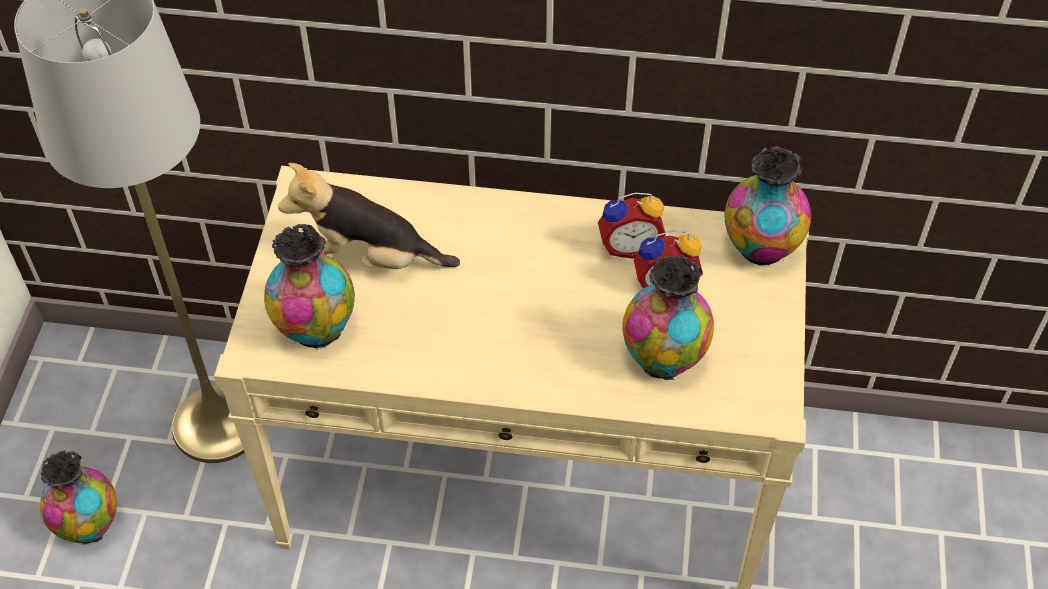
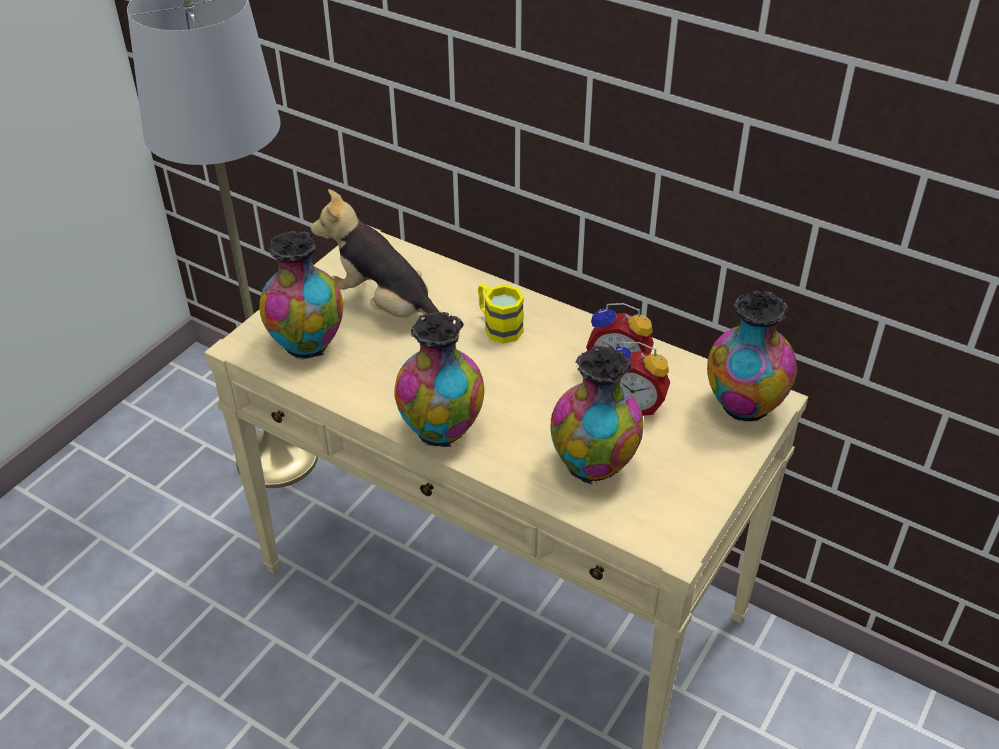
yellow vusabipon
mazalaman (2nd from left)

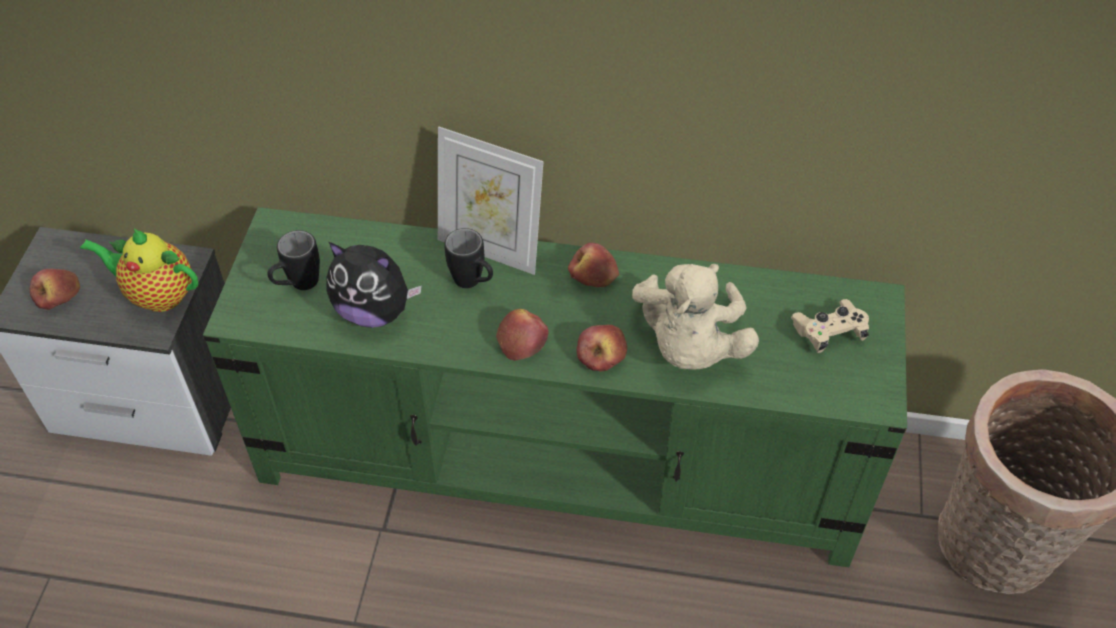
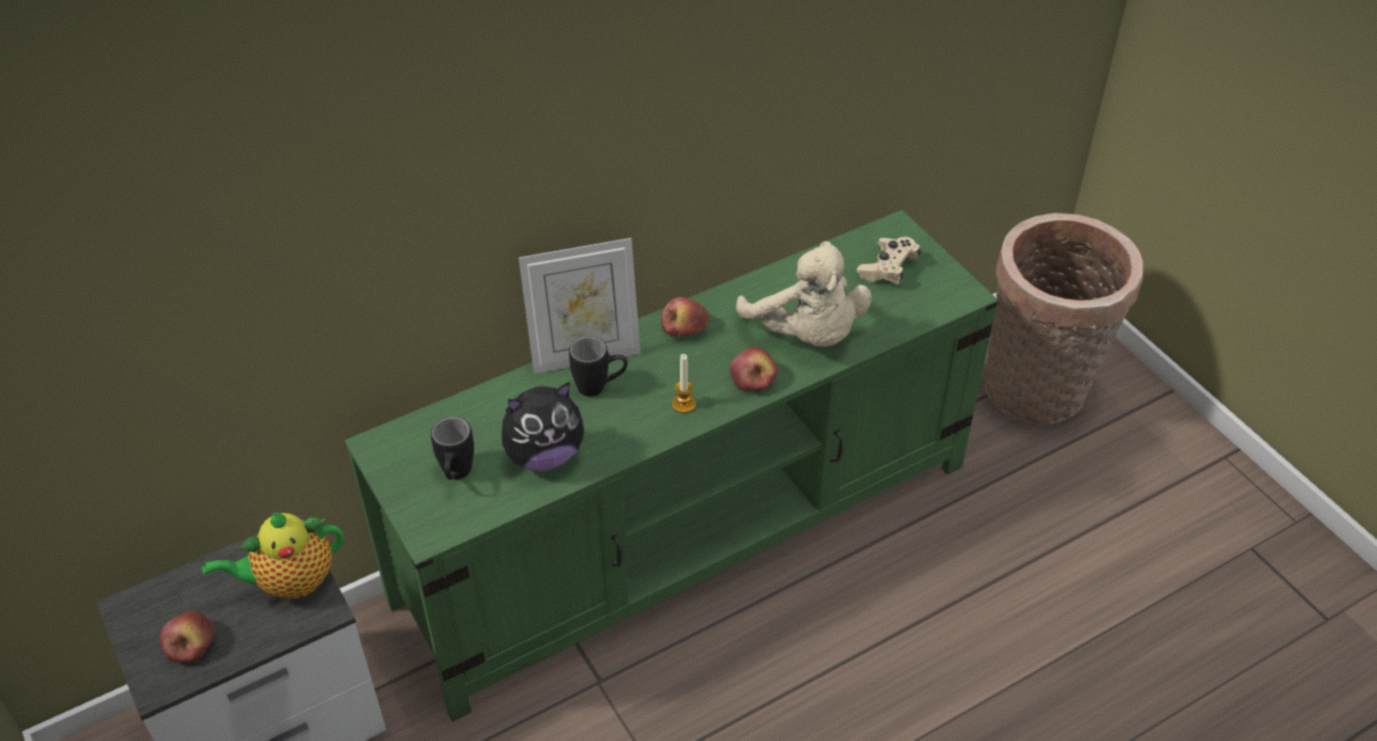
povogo

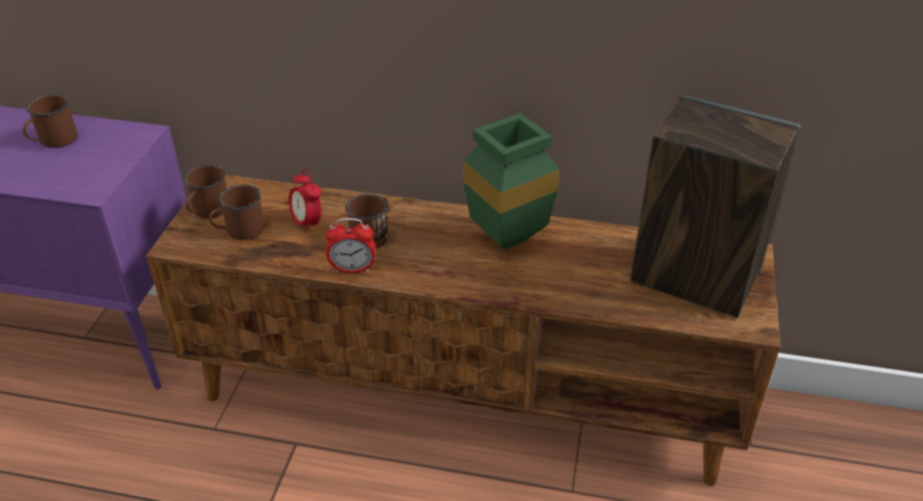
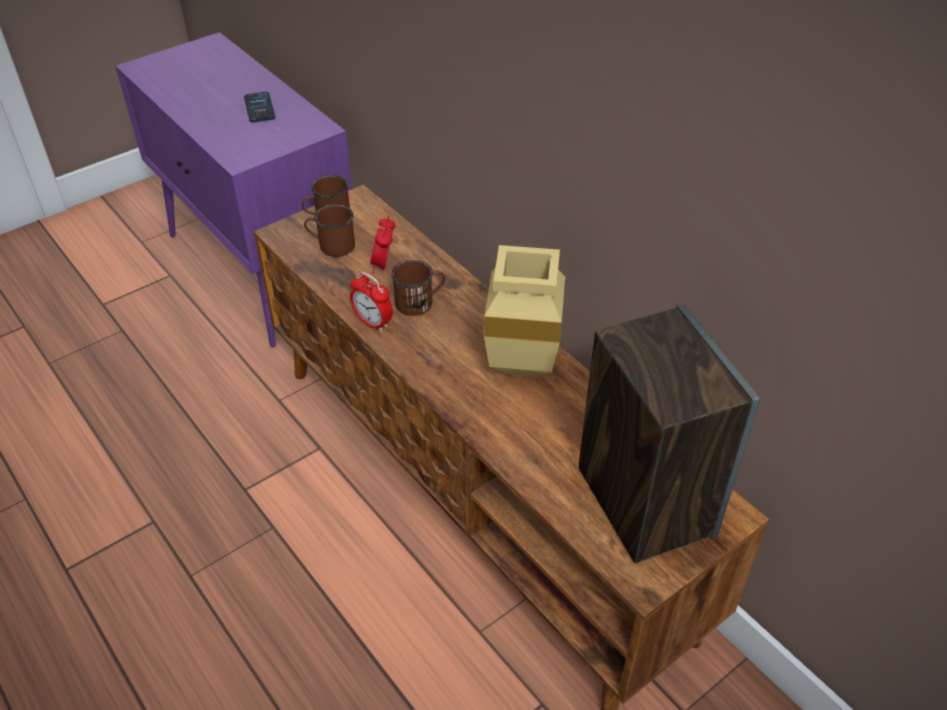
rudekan
beige mazalaman

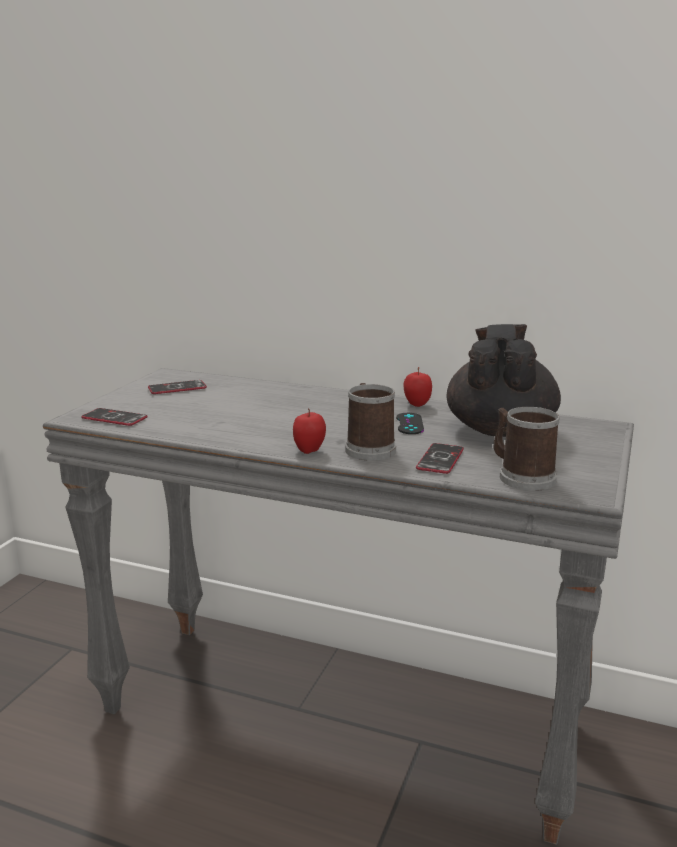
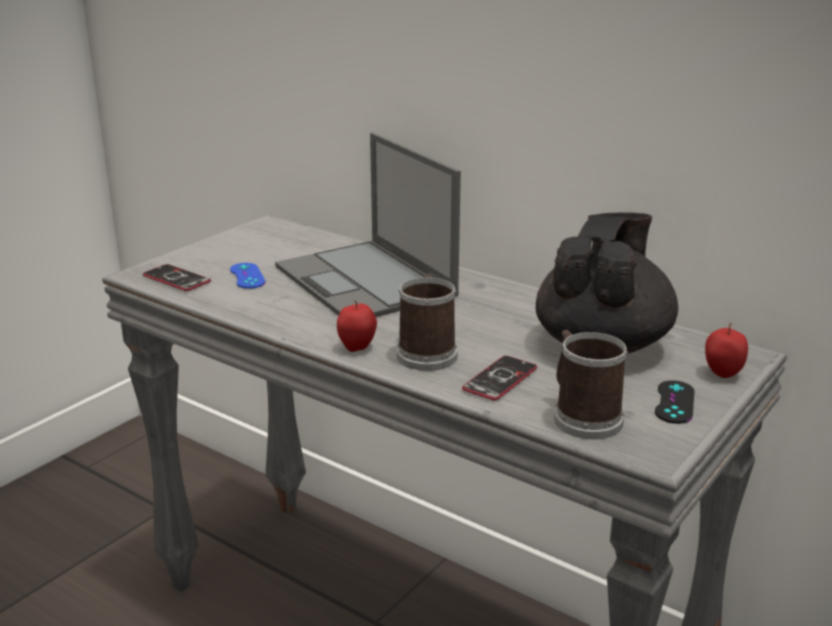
rudekan (2nd from left in the first image)
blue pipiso
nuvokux
black pipiso
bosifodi (2nd from left)

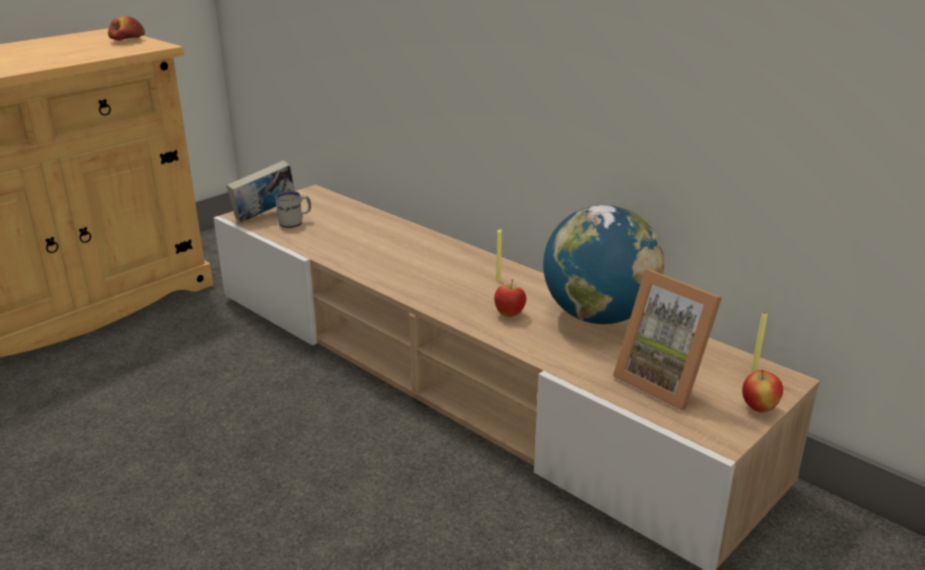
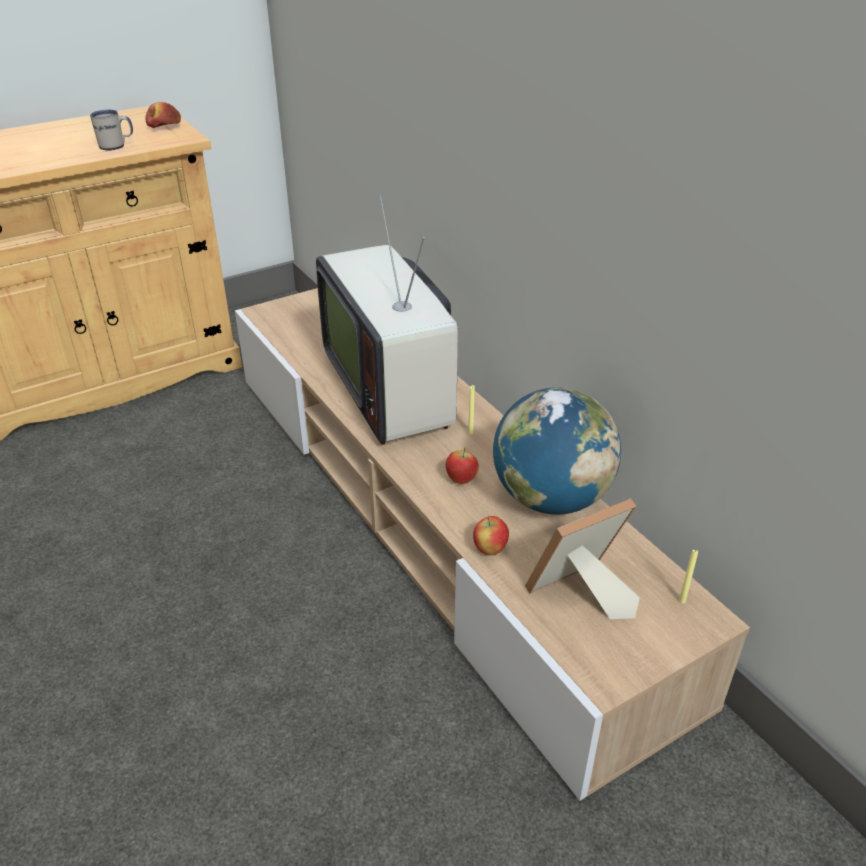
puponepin
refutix
white vusabipon
bosifodi (3rd from left)
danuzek

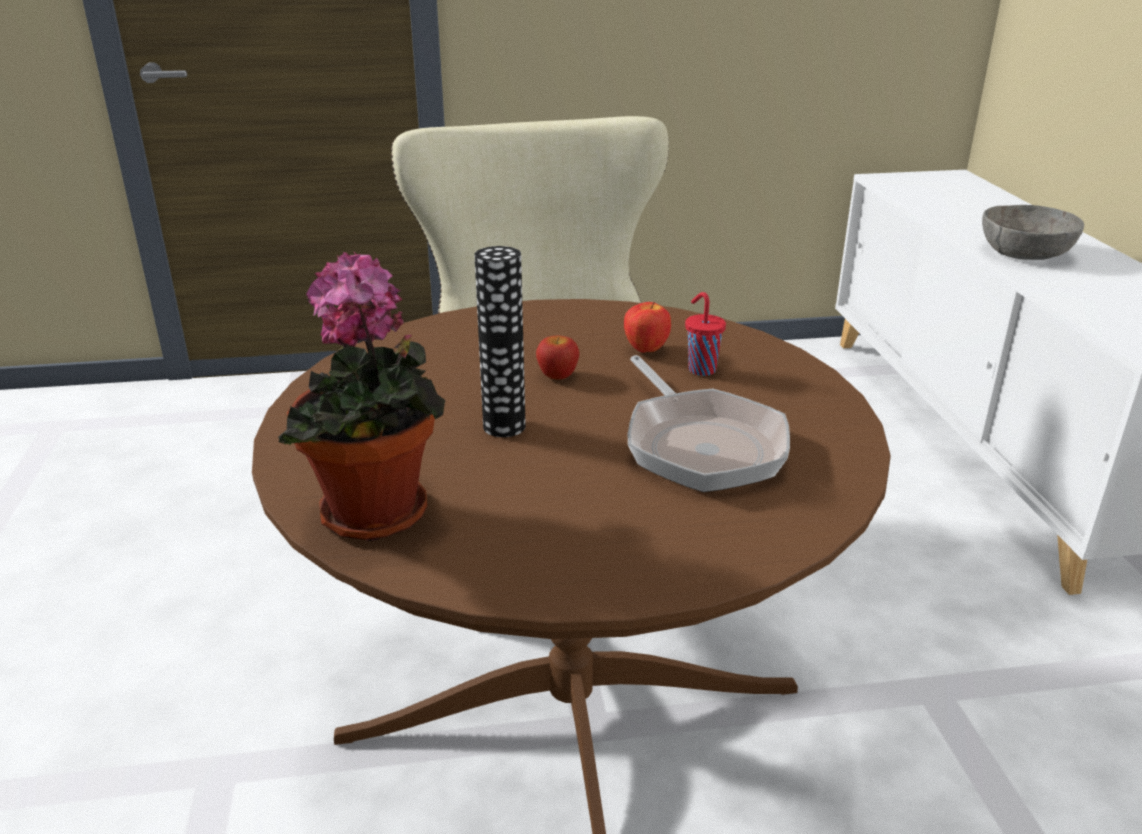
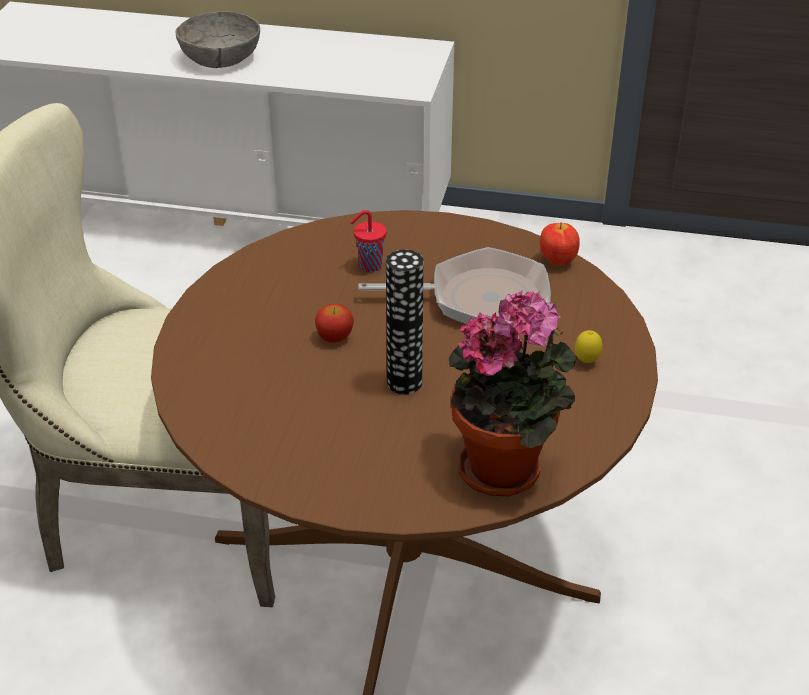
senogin
bosifodi (2nd from left)

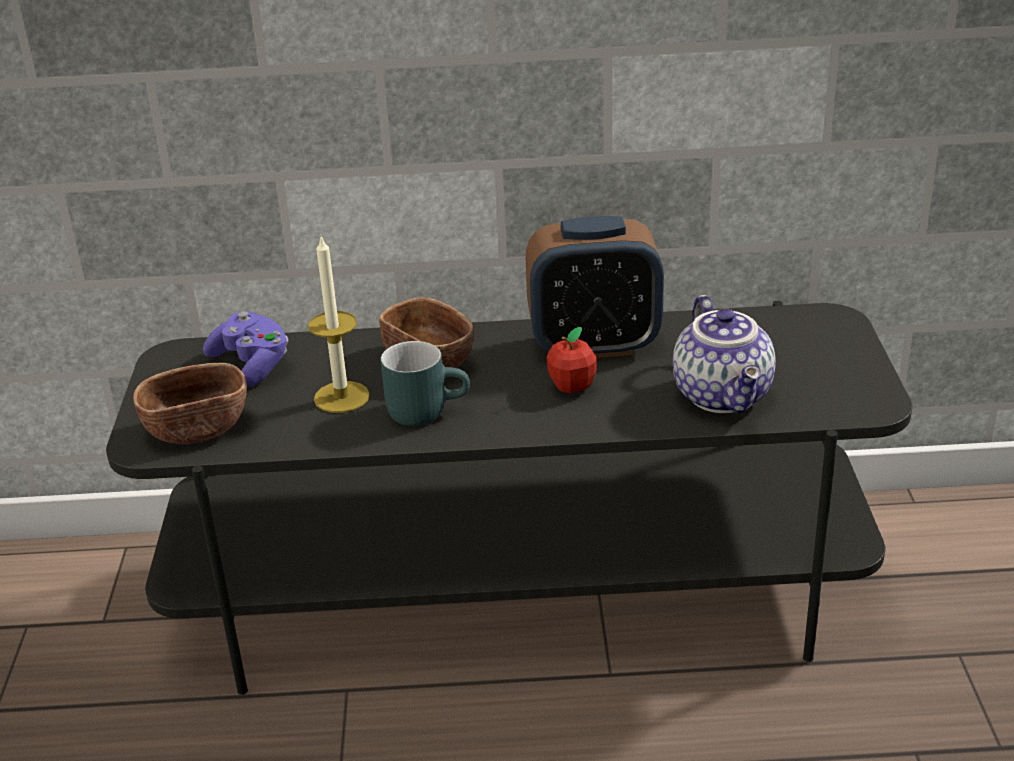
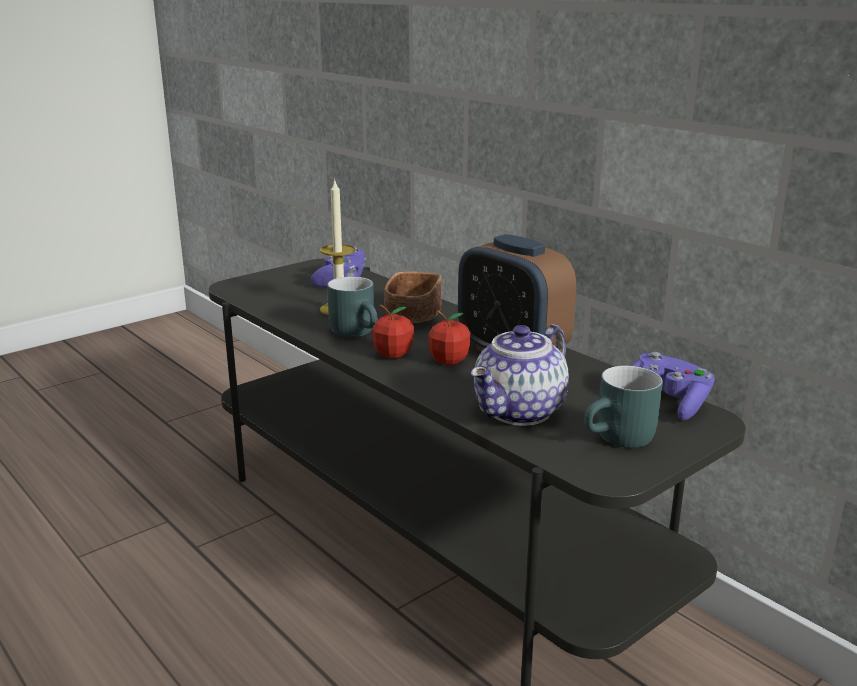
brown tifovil (1st from left in the first image)
bosifodi (1st from left)
turquoise vusabipon (2nd from left)
purple pipiso (2nd from left)

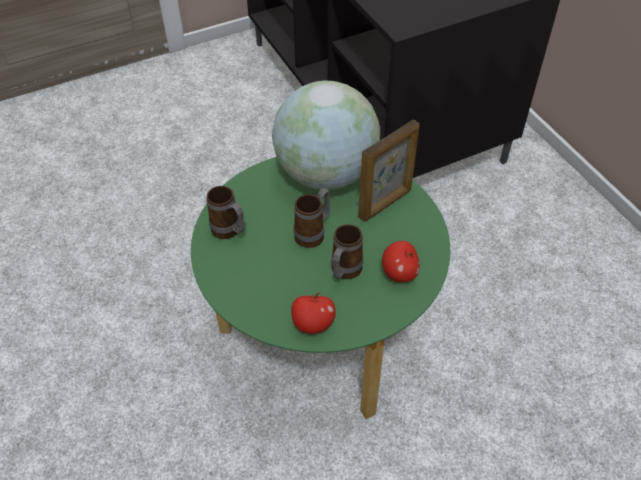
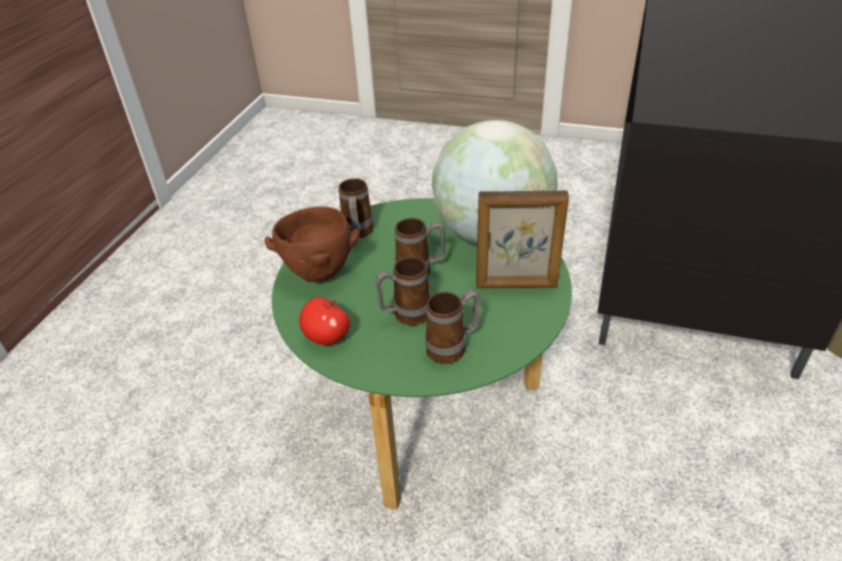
brown tifovil
vusabipon (4th from left)

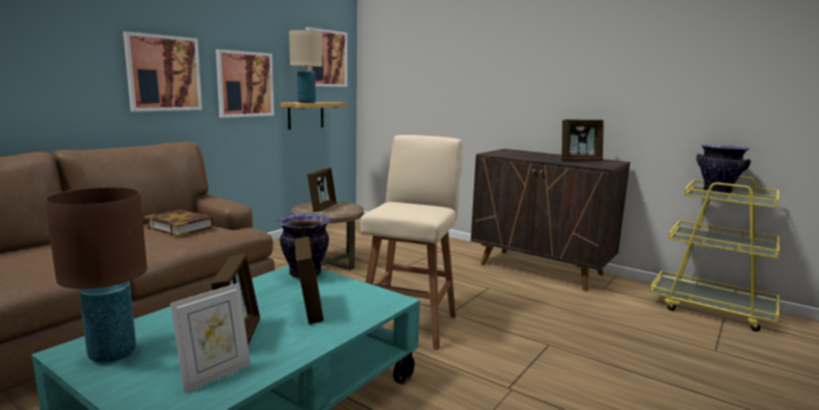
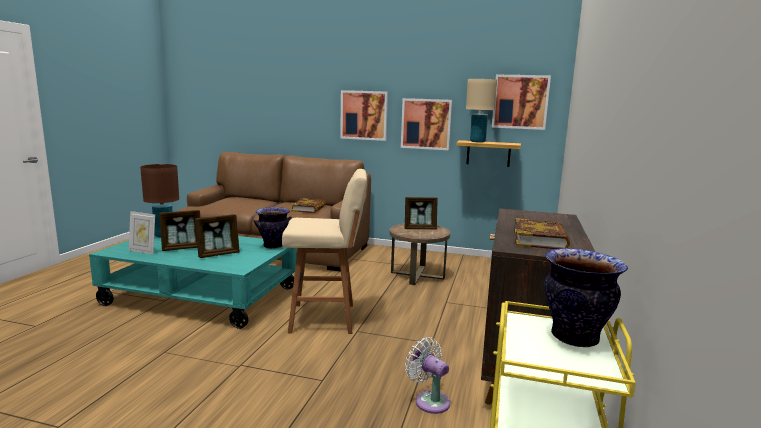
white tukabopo
puponepin (2nd from left)

